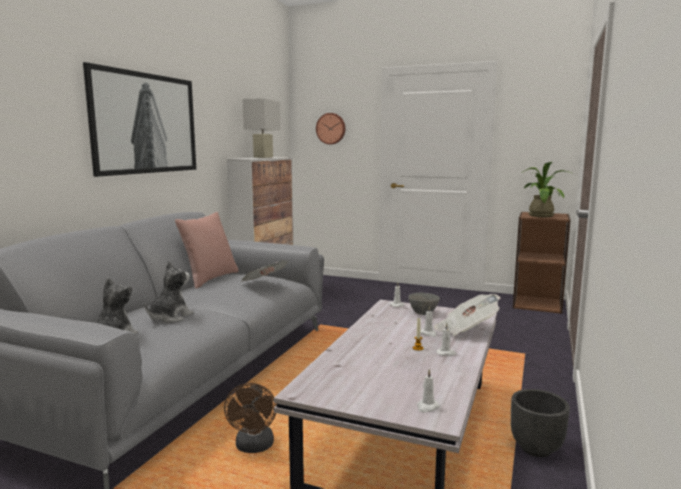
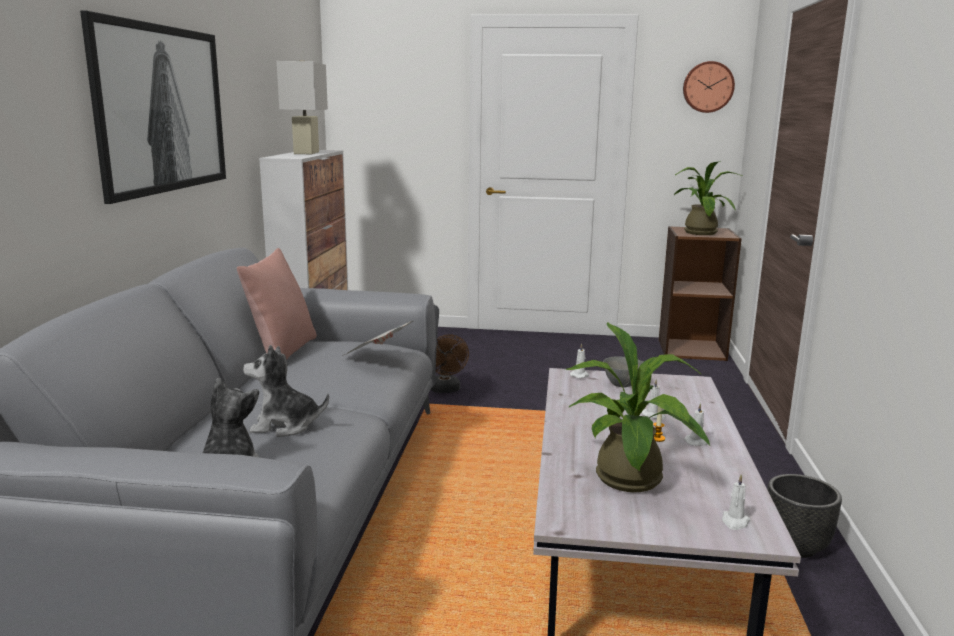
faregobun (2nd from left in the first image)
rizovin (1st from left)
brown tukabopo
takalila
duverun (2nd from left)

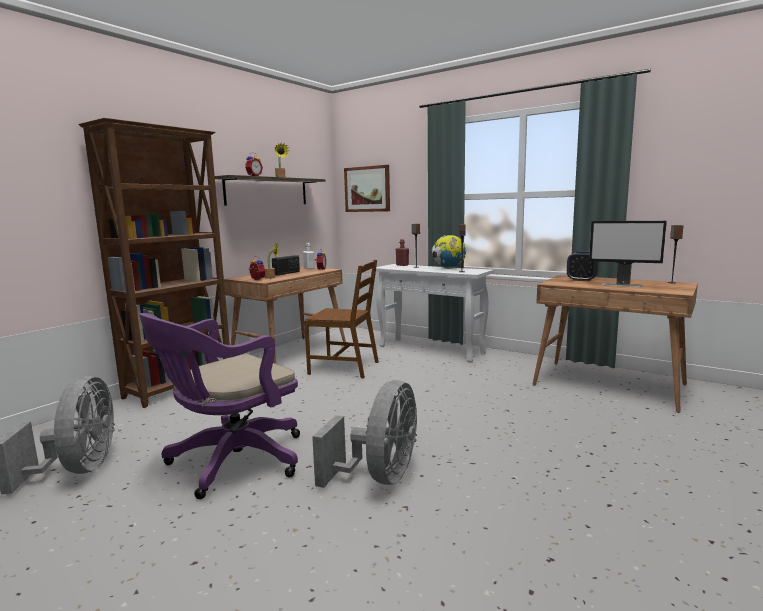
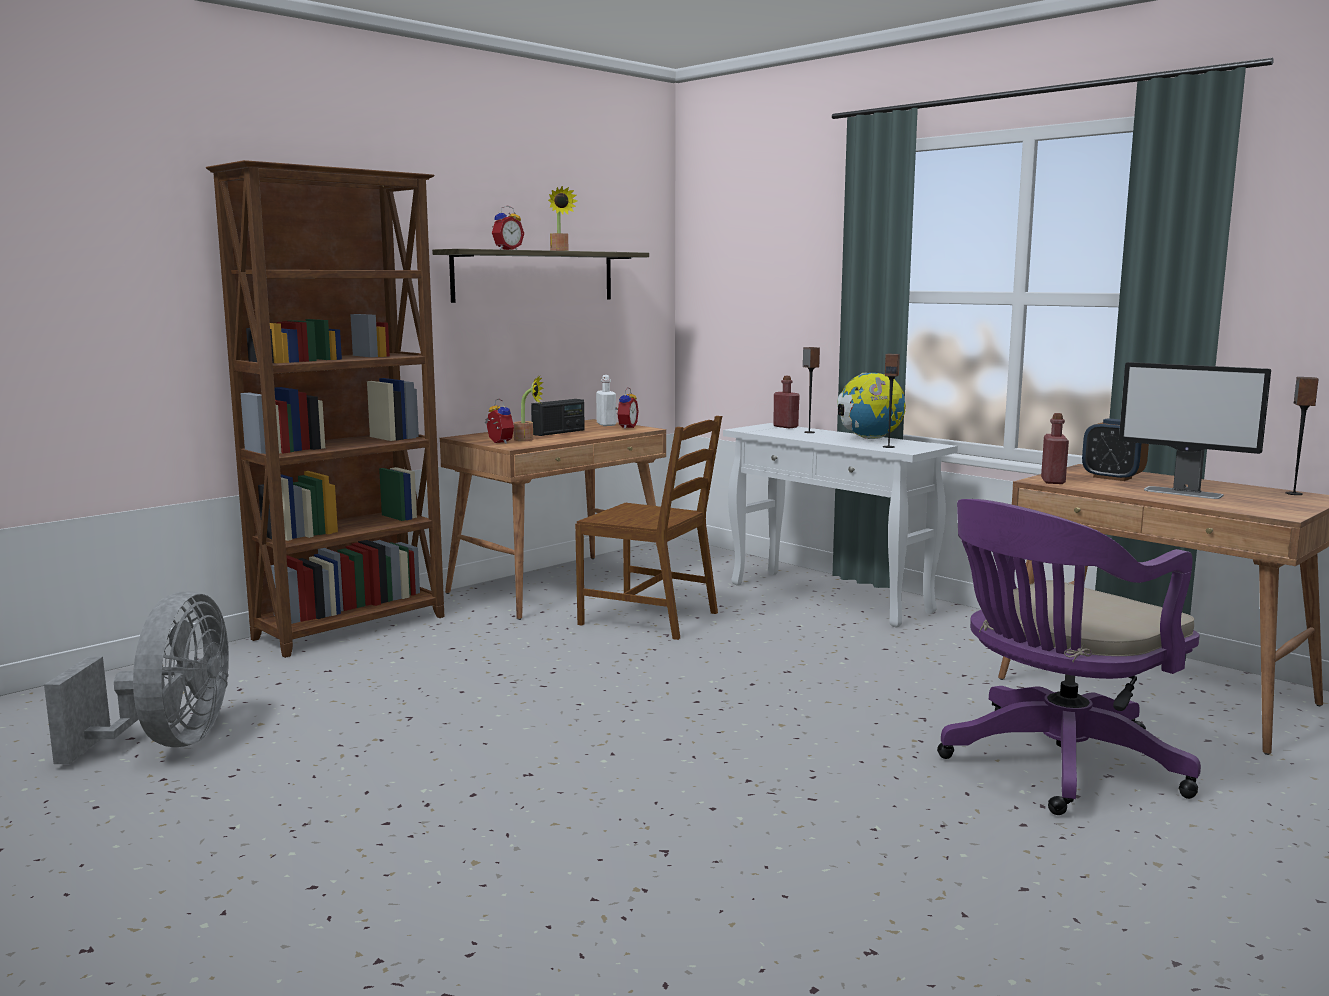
grey tukabopo (2nd from left in the first image)
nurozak
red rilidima (2nd from left)
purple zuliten

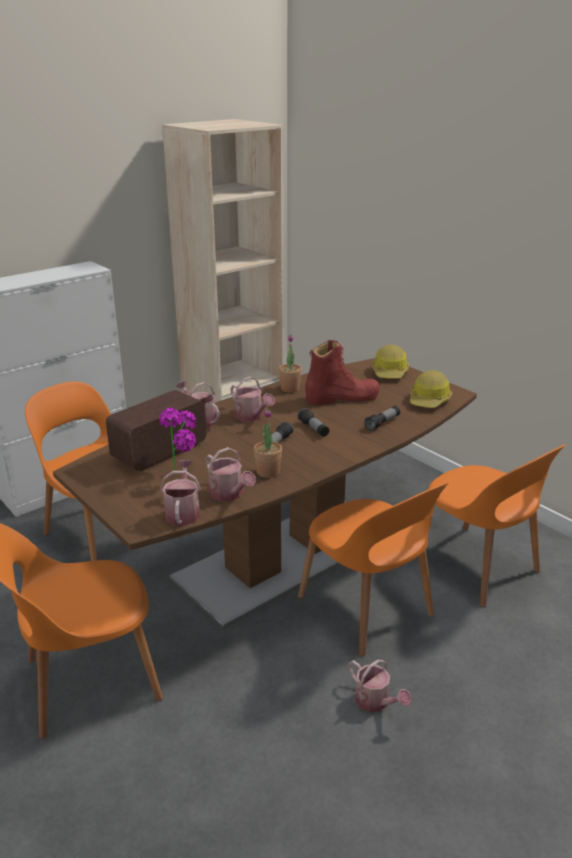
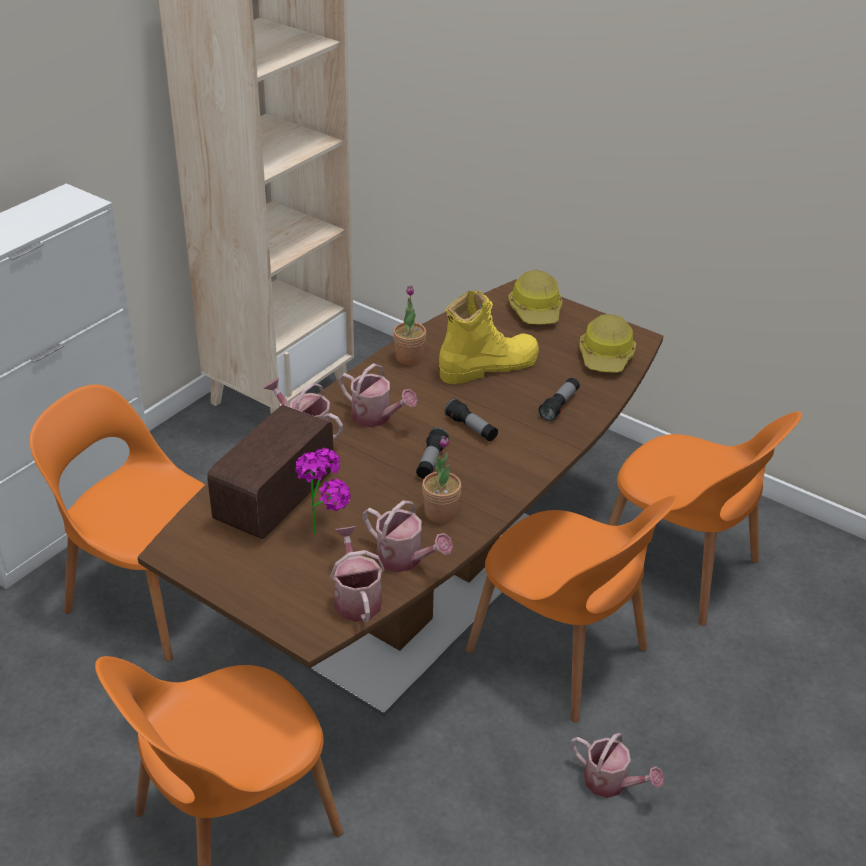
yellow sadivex

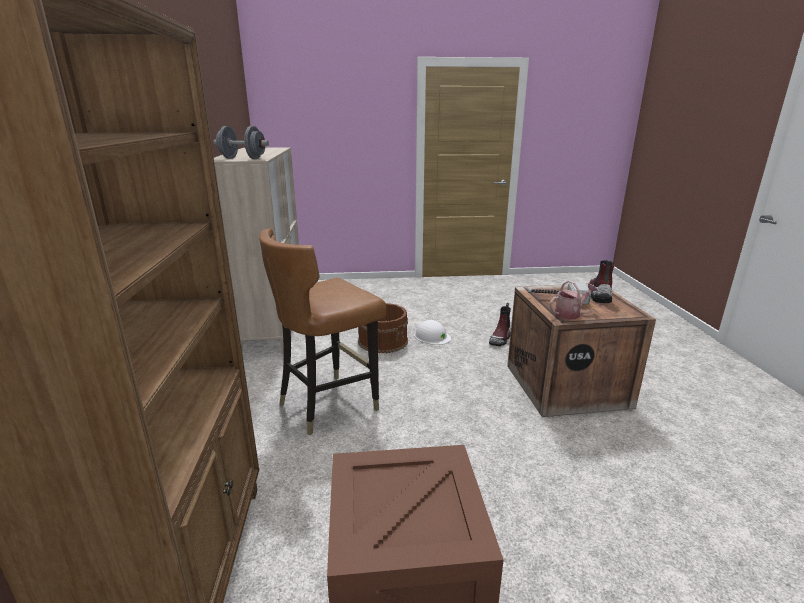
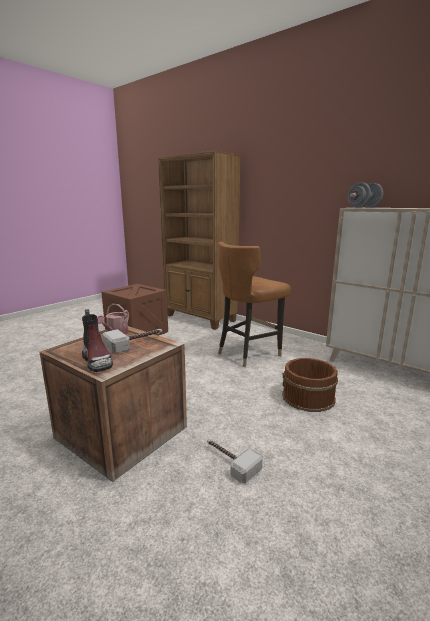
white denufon
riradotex (2nd from left)
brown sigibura

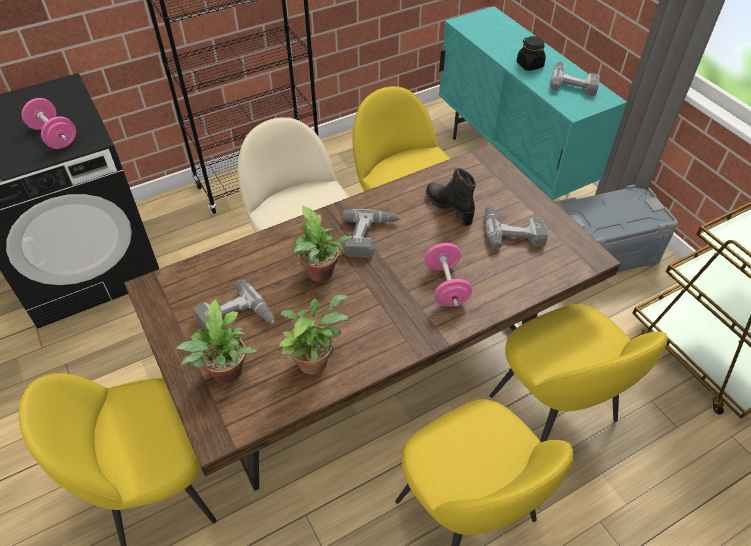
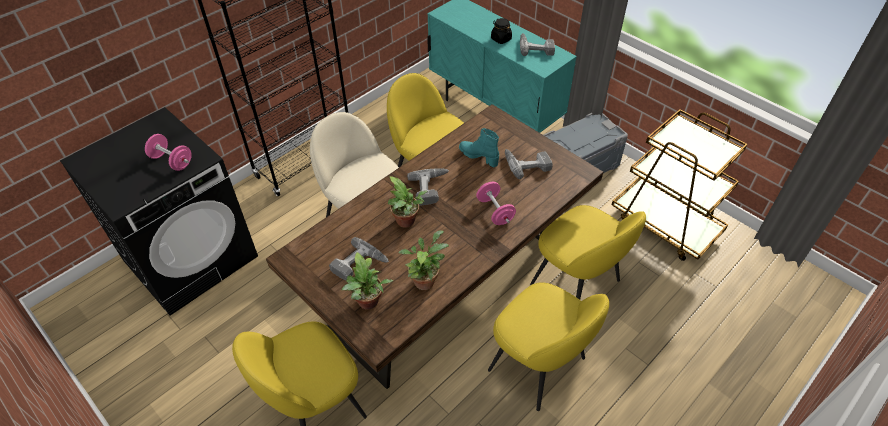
turquoise sadivex

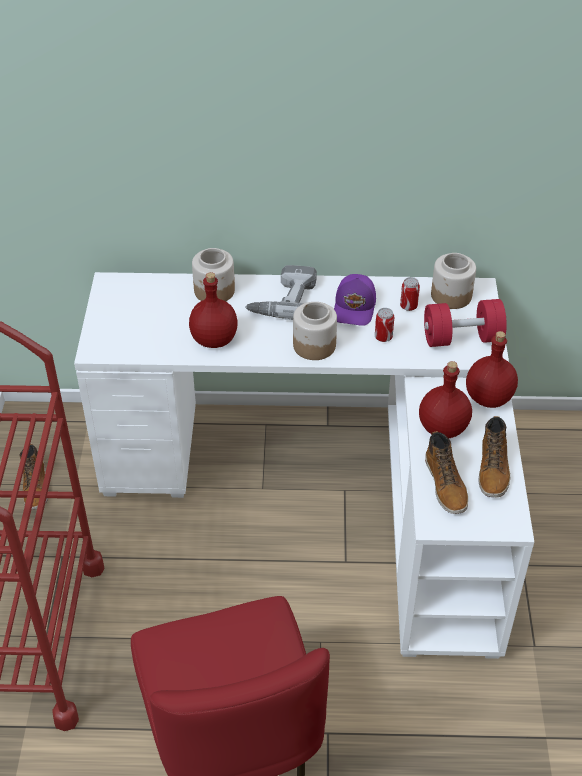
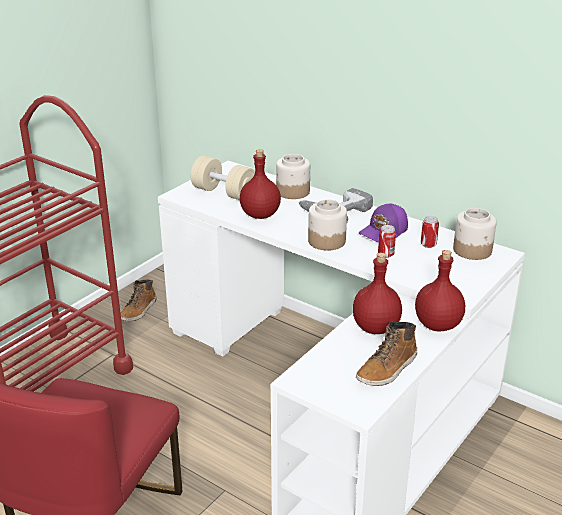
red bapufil
sadivex (2nd from left in the first image)
beige bapufil

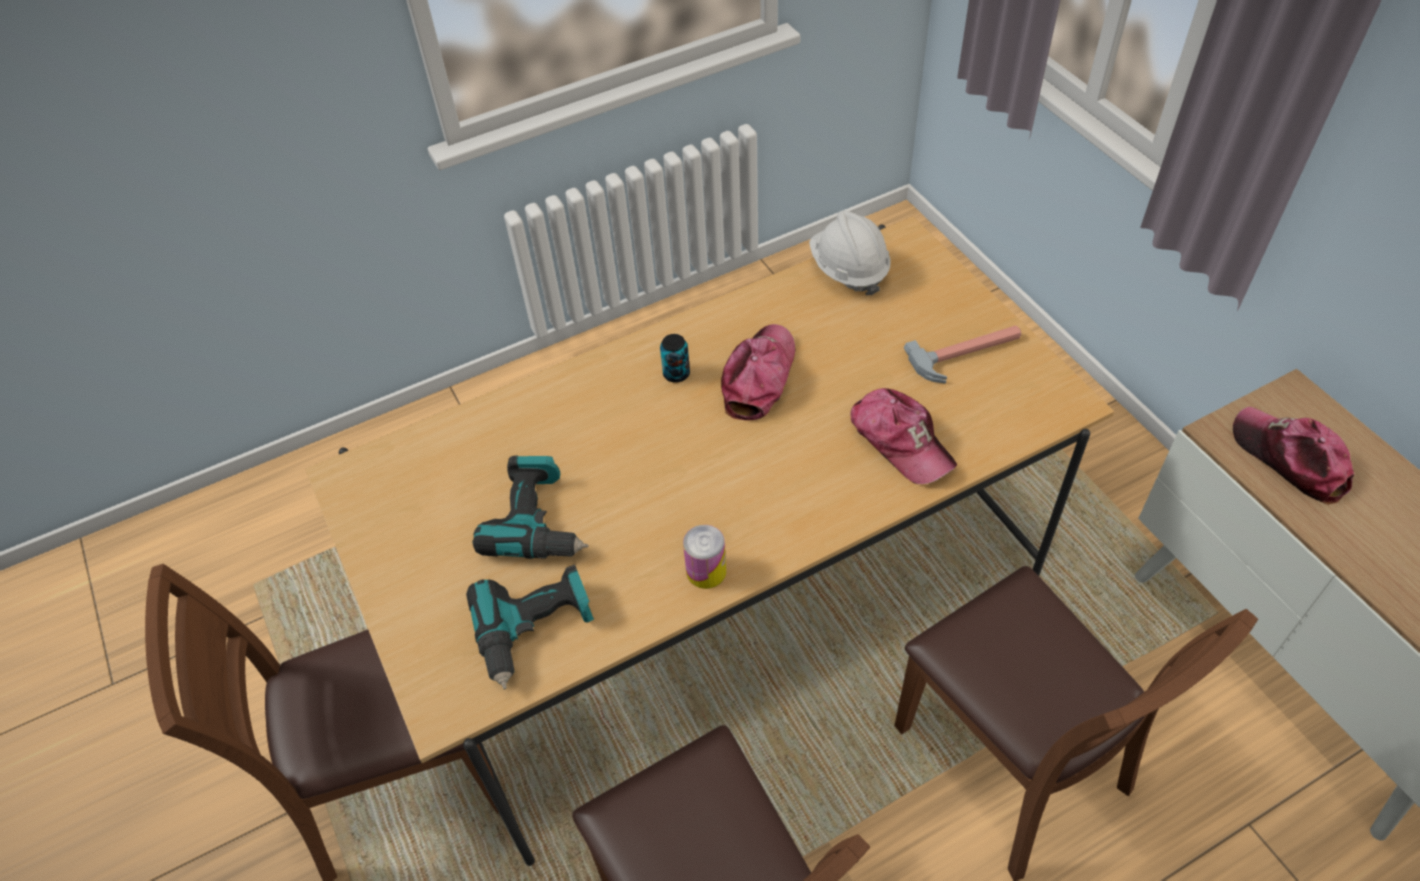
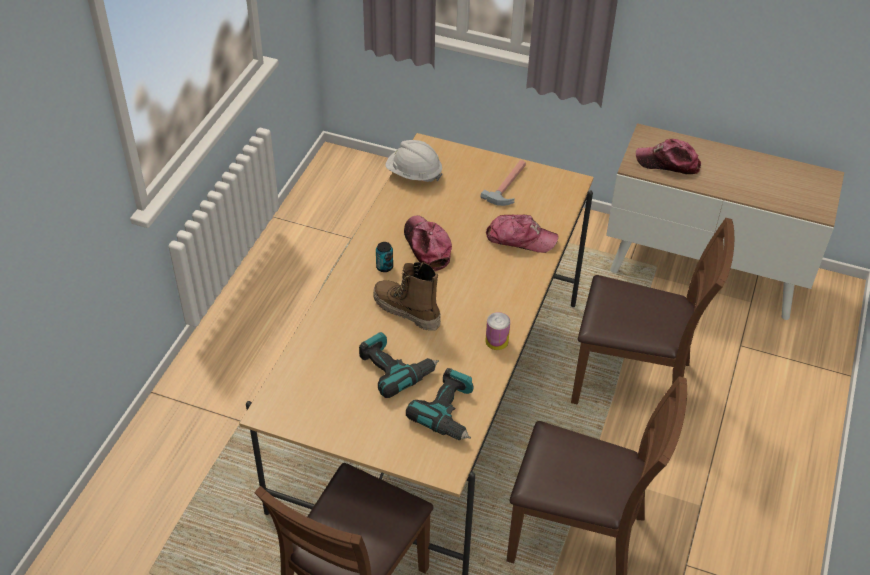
sadivex

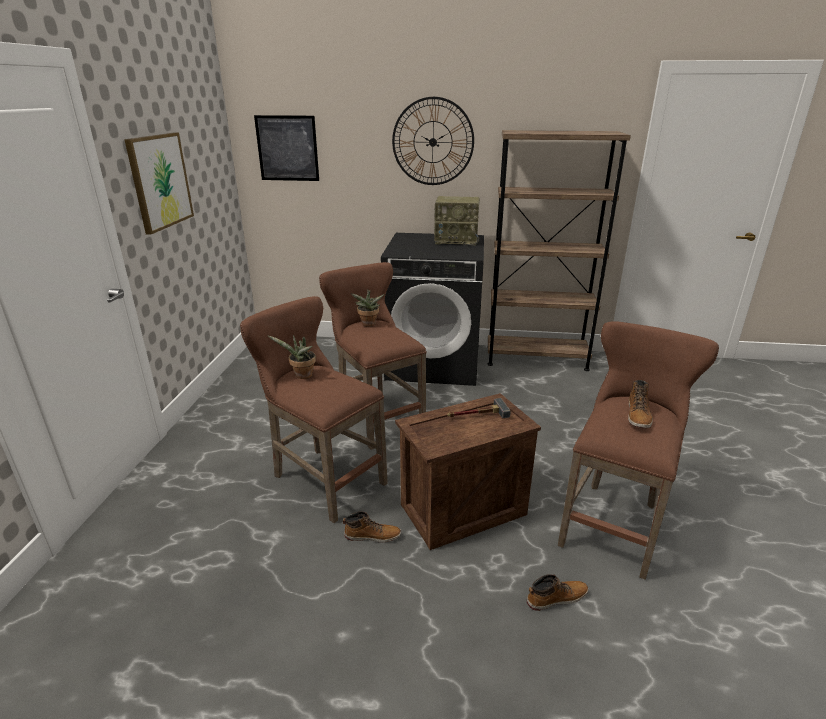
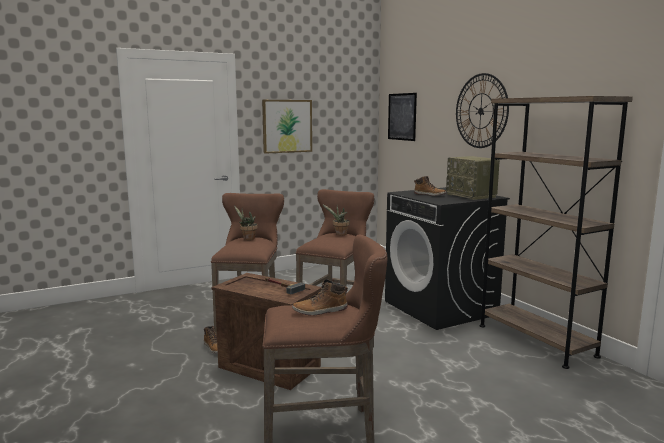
sadivex (3rd from left)

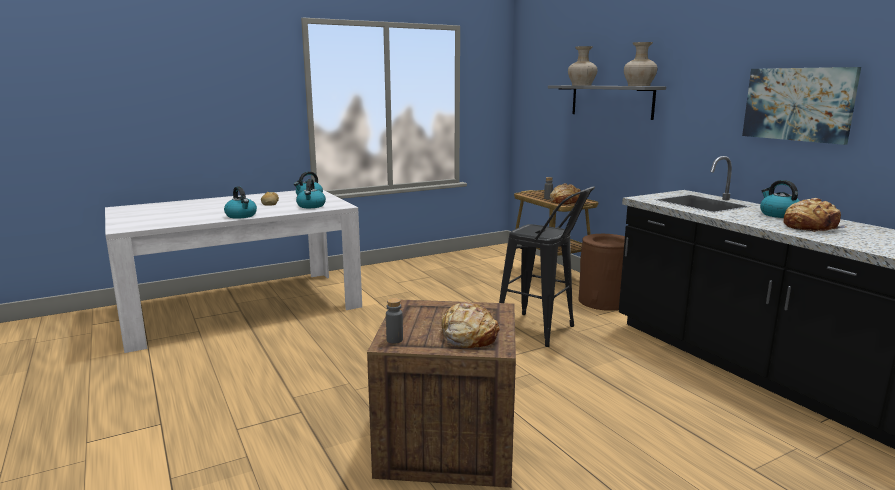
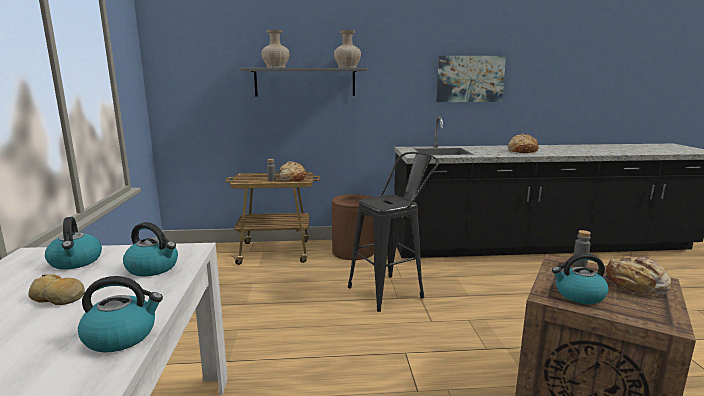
grey rilidima (2nd from left)
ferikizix (4th from left)

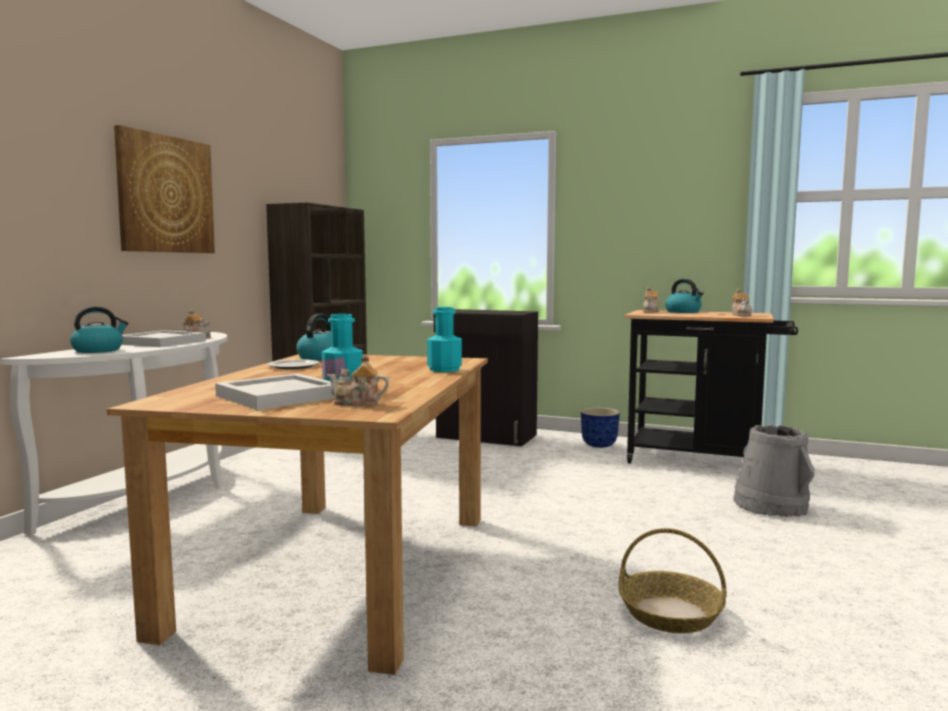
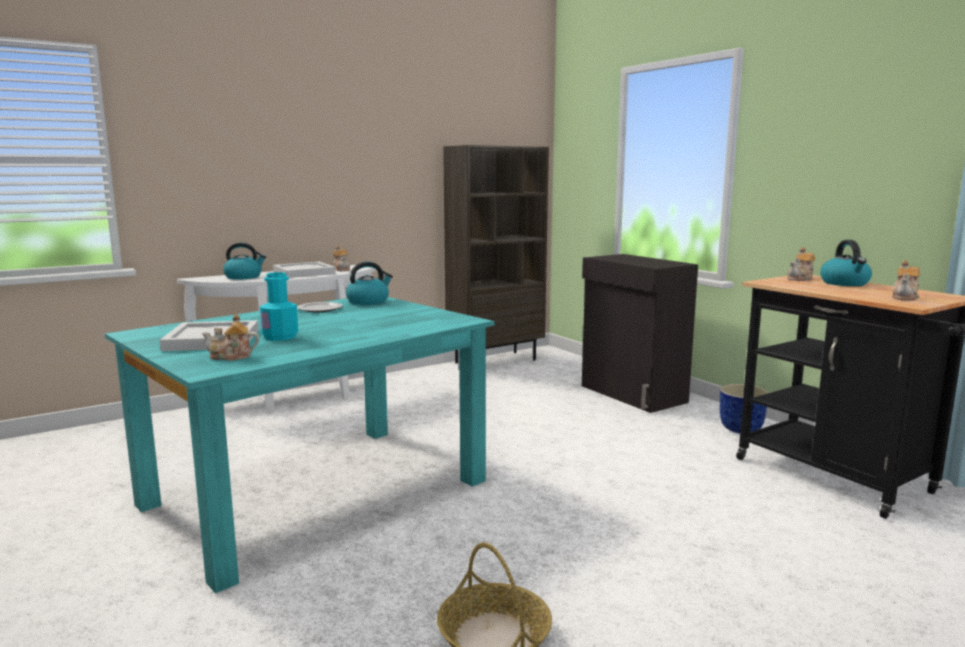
nurozak
turquoise rilidima (2nd from left in the first image)
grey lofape
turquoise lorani
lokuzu (1st from left)

